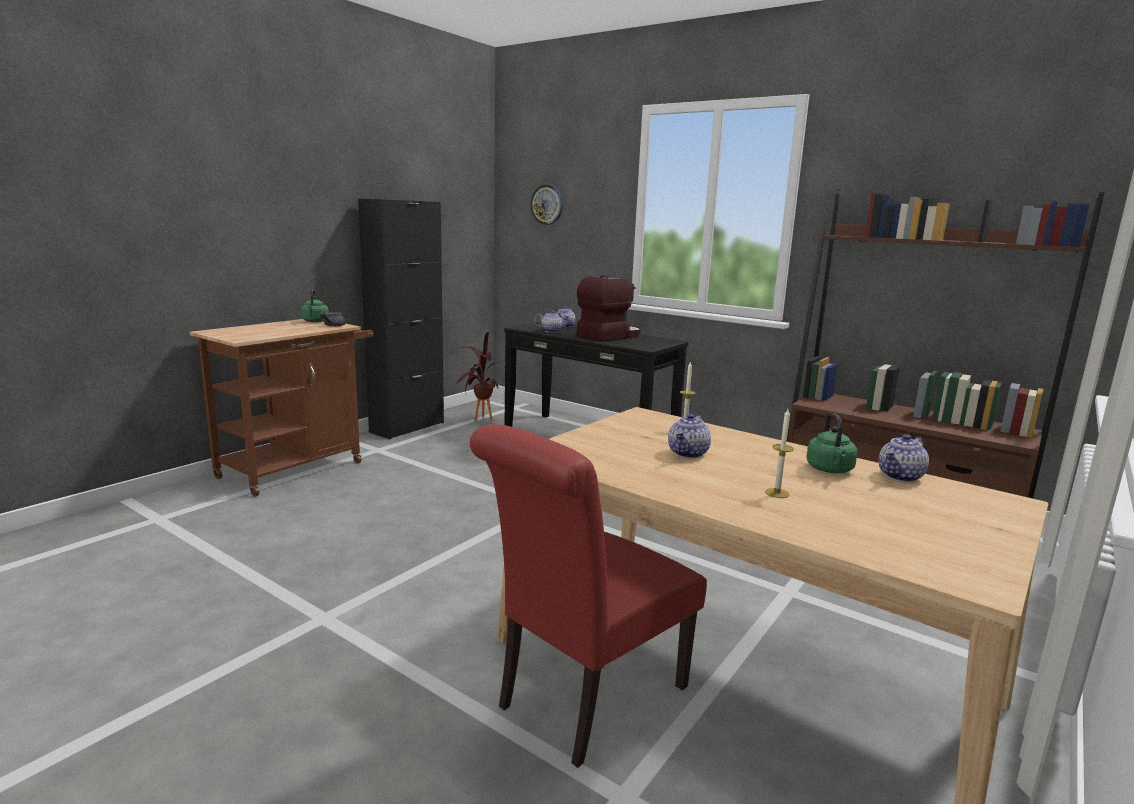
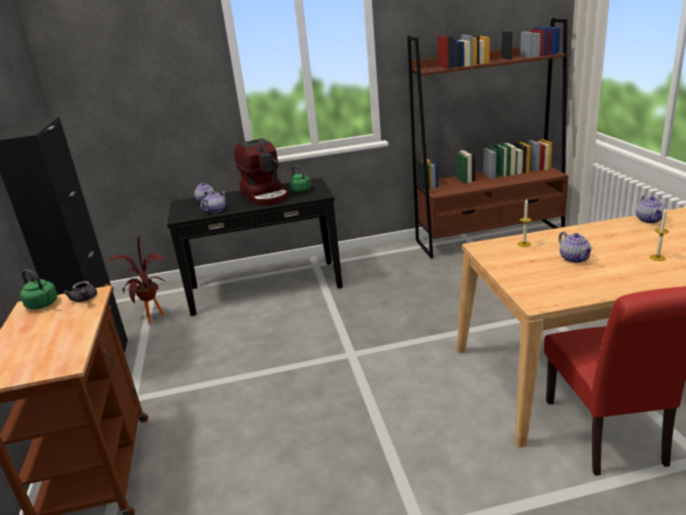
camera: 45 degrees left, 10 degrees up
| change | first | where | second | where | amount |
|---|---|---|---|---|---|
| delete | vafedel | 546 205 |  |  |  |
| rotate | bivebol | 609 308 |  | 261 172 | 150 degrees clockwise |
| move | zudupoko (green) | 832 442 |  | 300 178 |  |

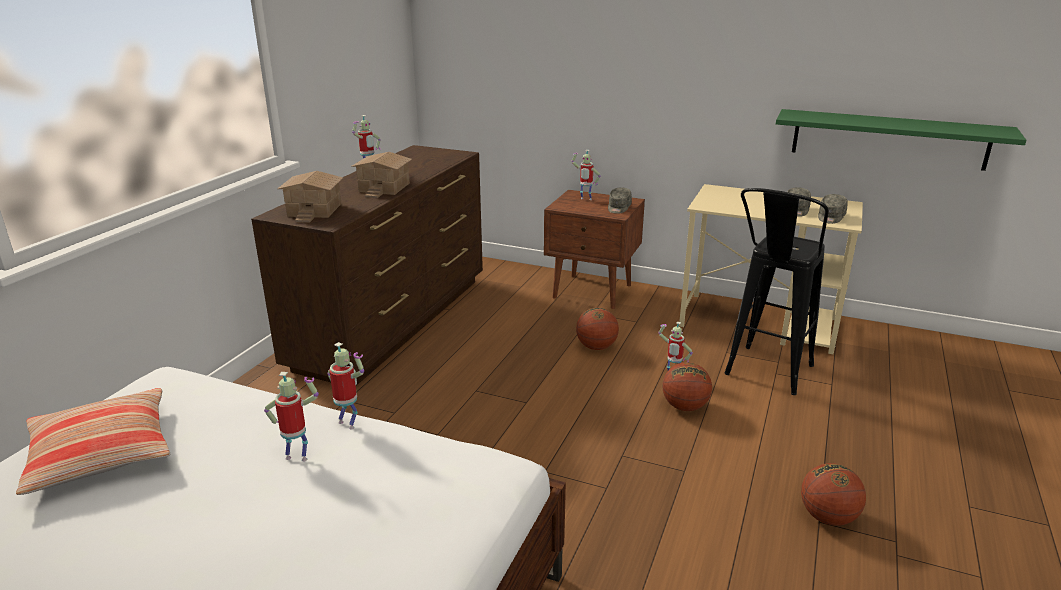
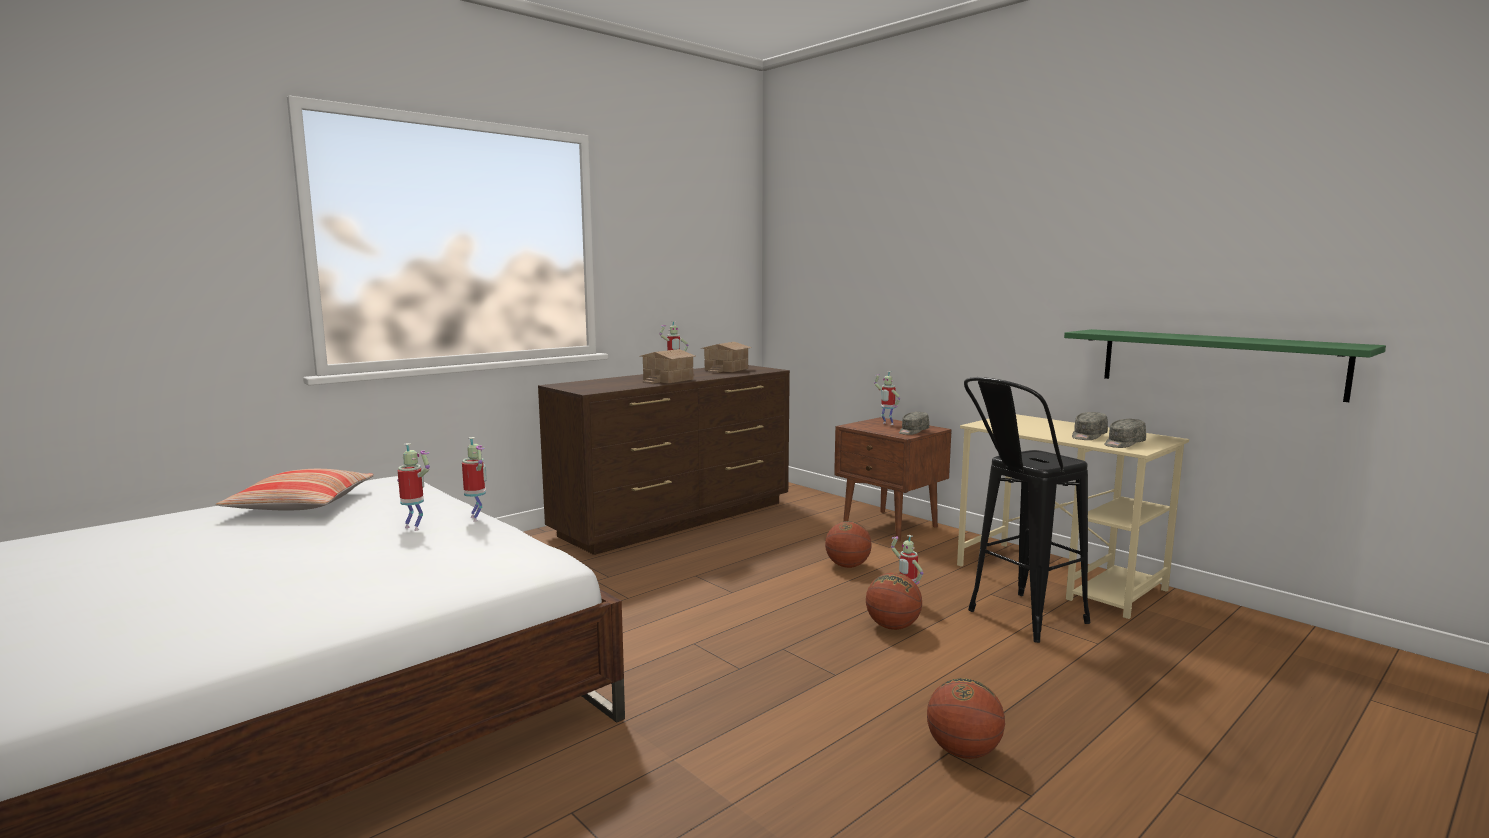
camera: 25 degrees right, 15 degrees down
| change | first | where | second | where | amount |
|---|---|---|---|---|---|
| move | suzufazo | 310 197 |  | 726 357 |  |

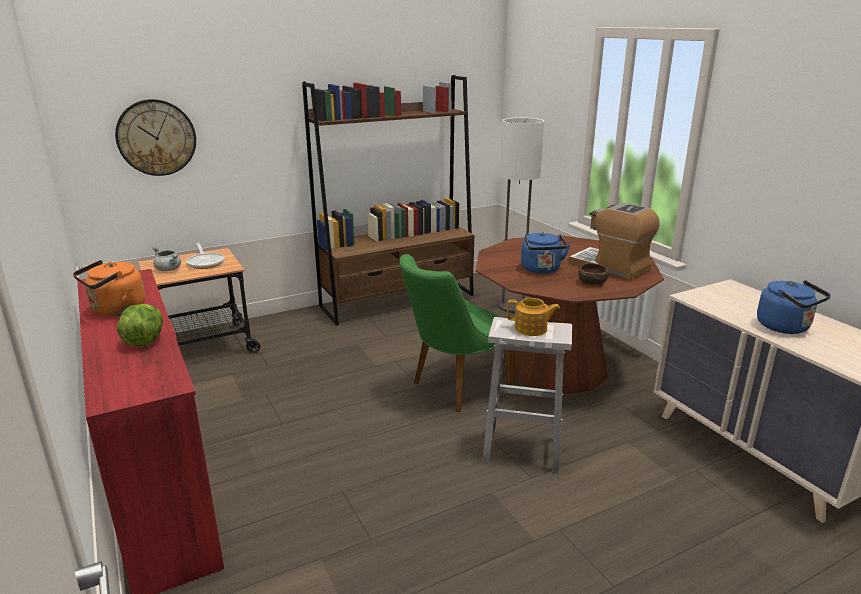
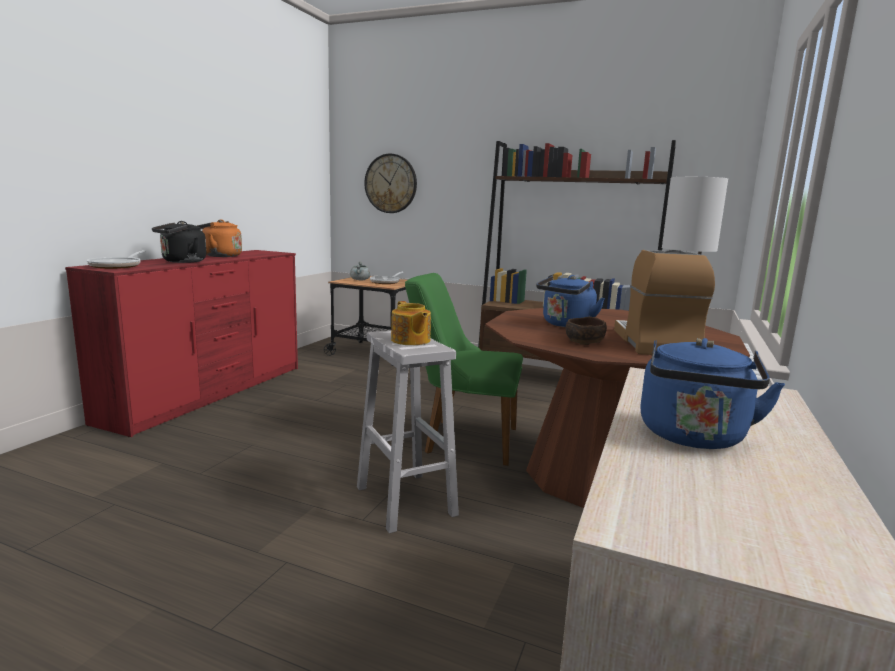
camera: 50 degrees right, 10 degrees down
| change | first | where | second | where | amount |
|---|---|---|---|---|---|
| replace | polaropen | 140 325 | zudupoko (black) | 179 242 |  |
| insert |  |  | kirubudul | 116 259 |  |

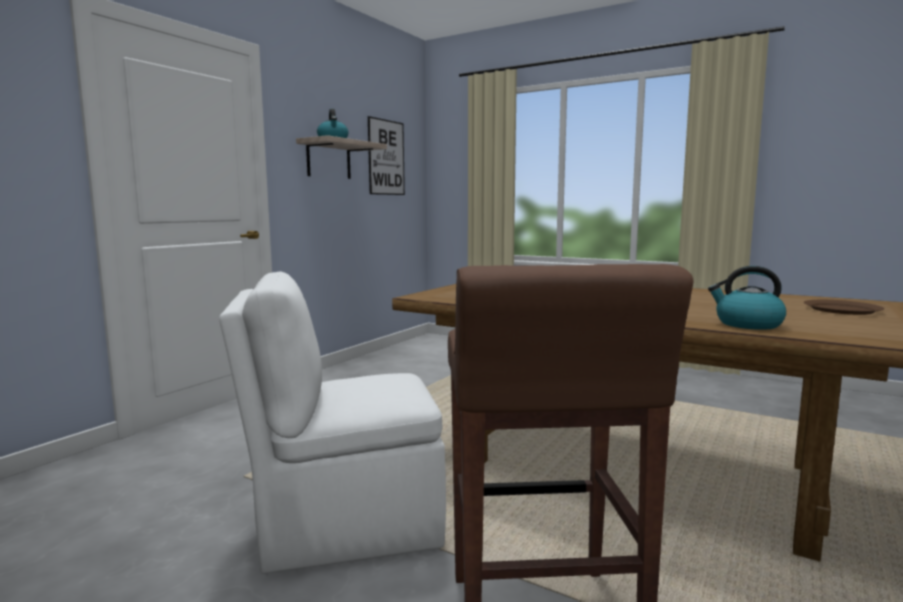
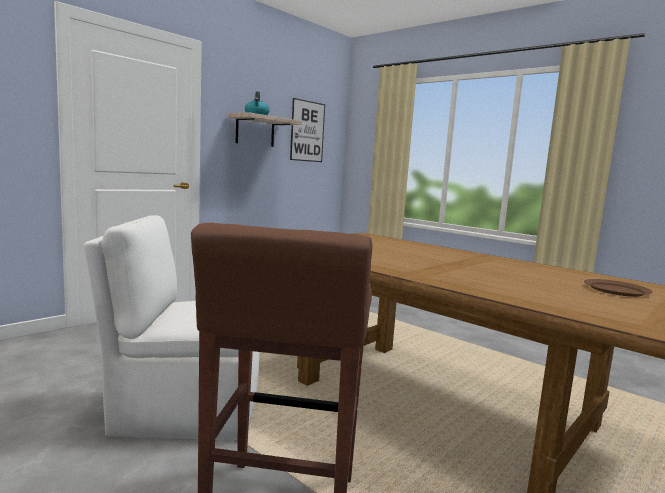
camera: 10 degrees right, 0 degrees up
| change | first | where | second | where | amount |
|---|---|---|---|---|---|
| delete | zudupoko | 747 298 |  |  |  |

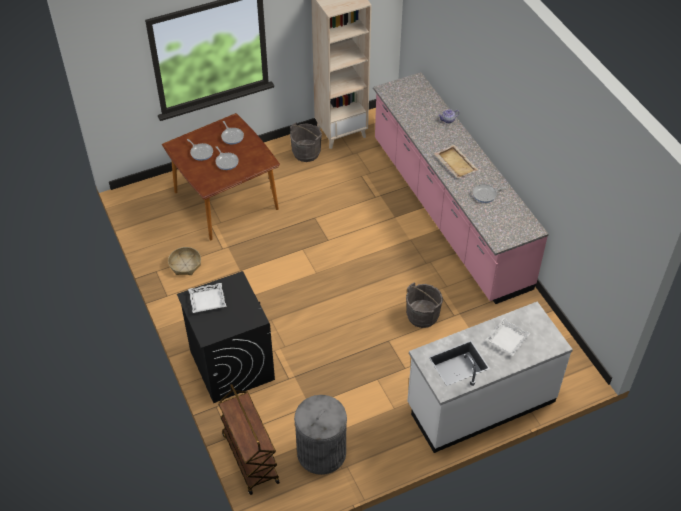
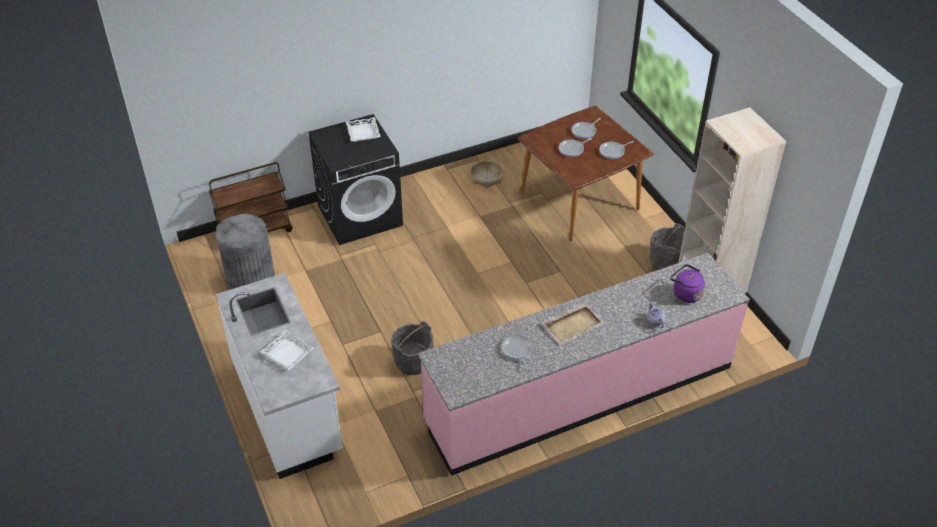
camera: 90 degrees right, 5 degrees down
| change | first | where | second | where | amount |
|---|---|---|---|---|---|
| insert |  |  | zudupoko (purple) | 687 283 |  |

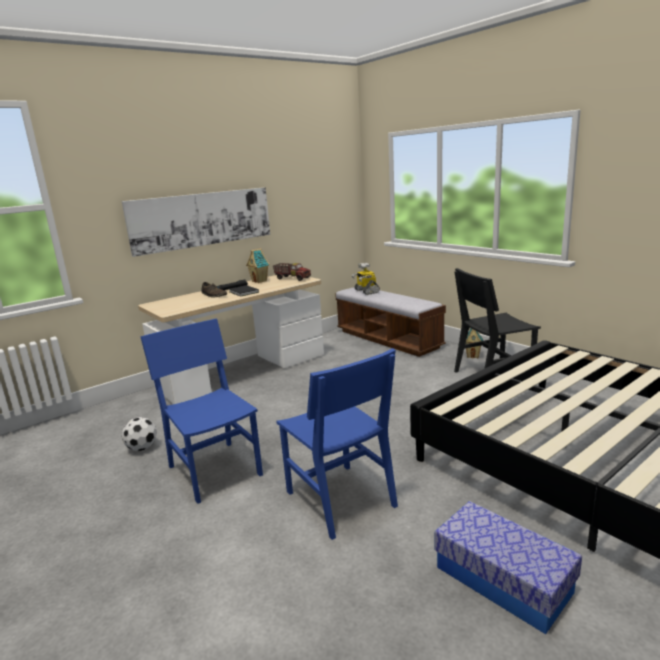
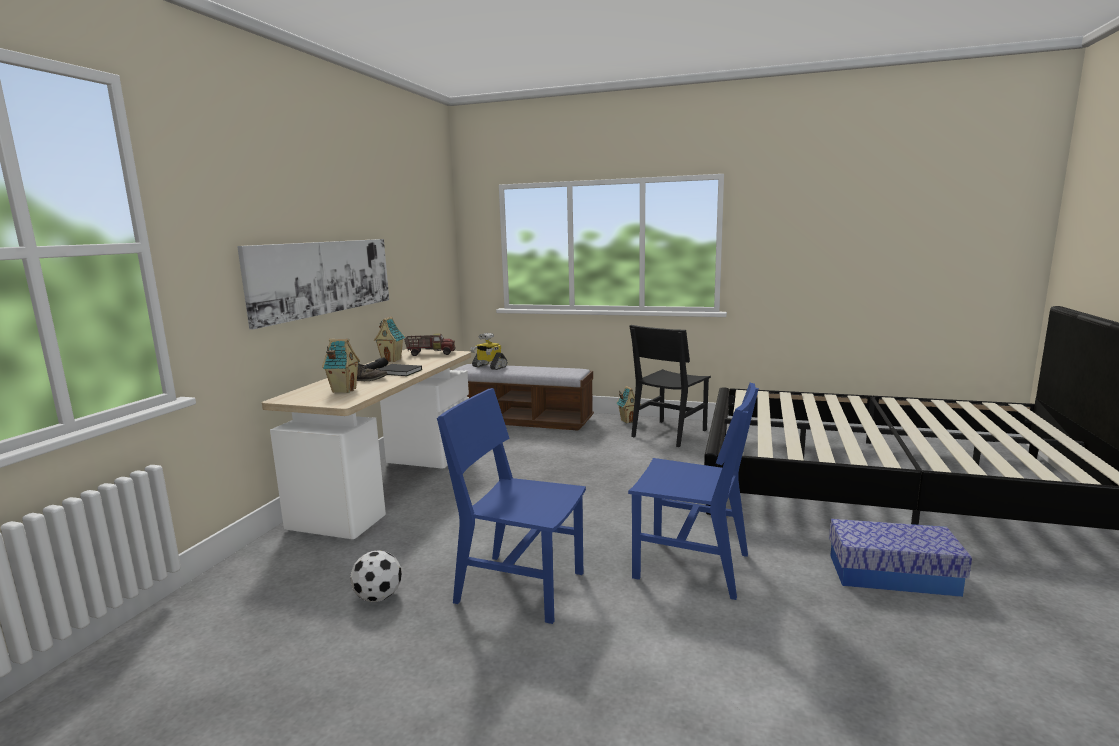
camera: 35 degrees left, 5 degrees down
| change | first | where | second | where | amount |
|---|---|---|---|---|---|
| insert |  |  | suzufazo | 341 366 |  |

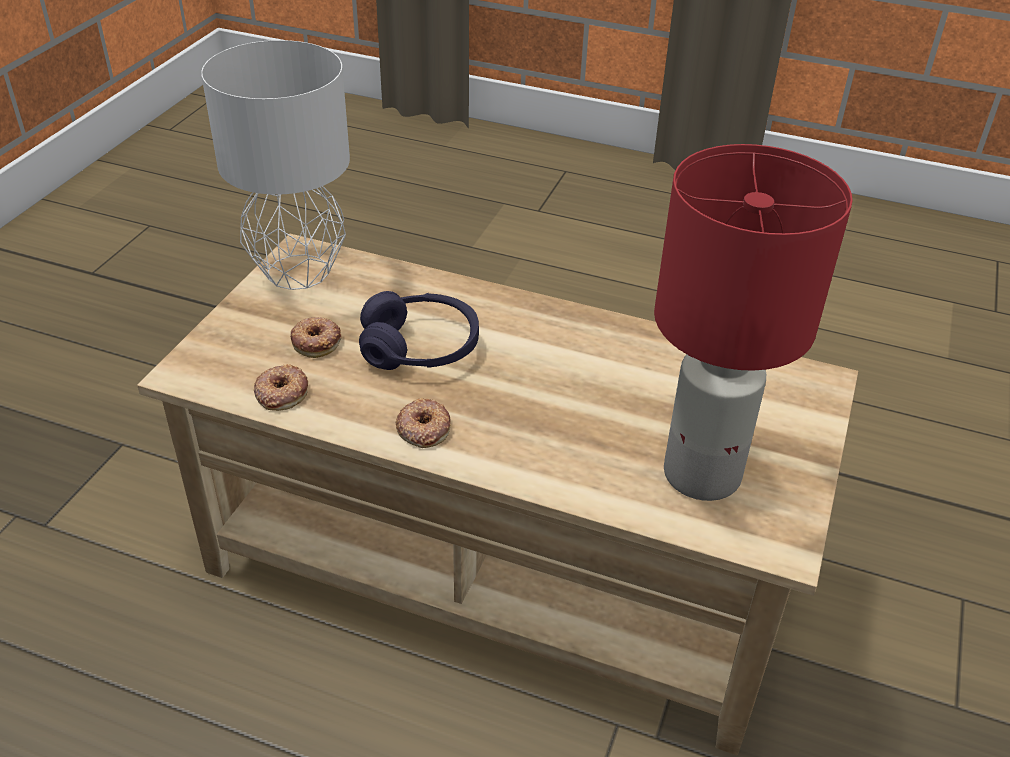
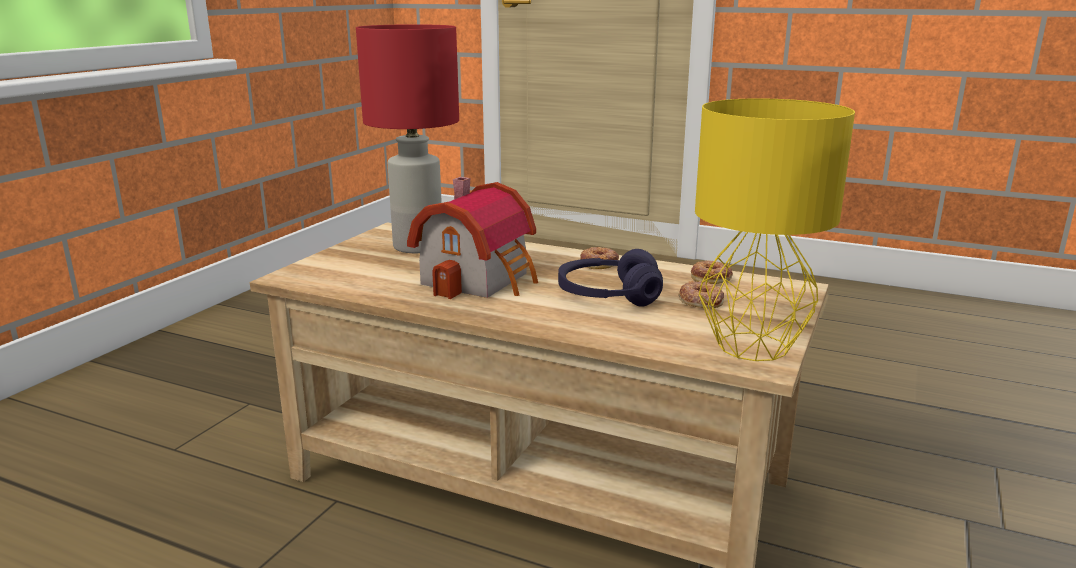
camera: 175 degrees left, 20 degrees down
| change | first | where | second | where | amount |
|---|---|---|---|---|---|
| recolor | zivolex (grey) | 275 165 | zivolex (yellow) | 775 229 |  |
| insert |  |  | suzufazo | 472 238 |  |

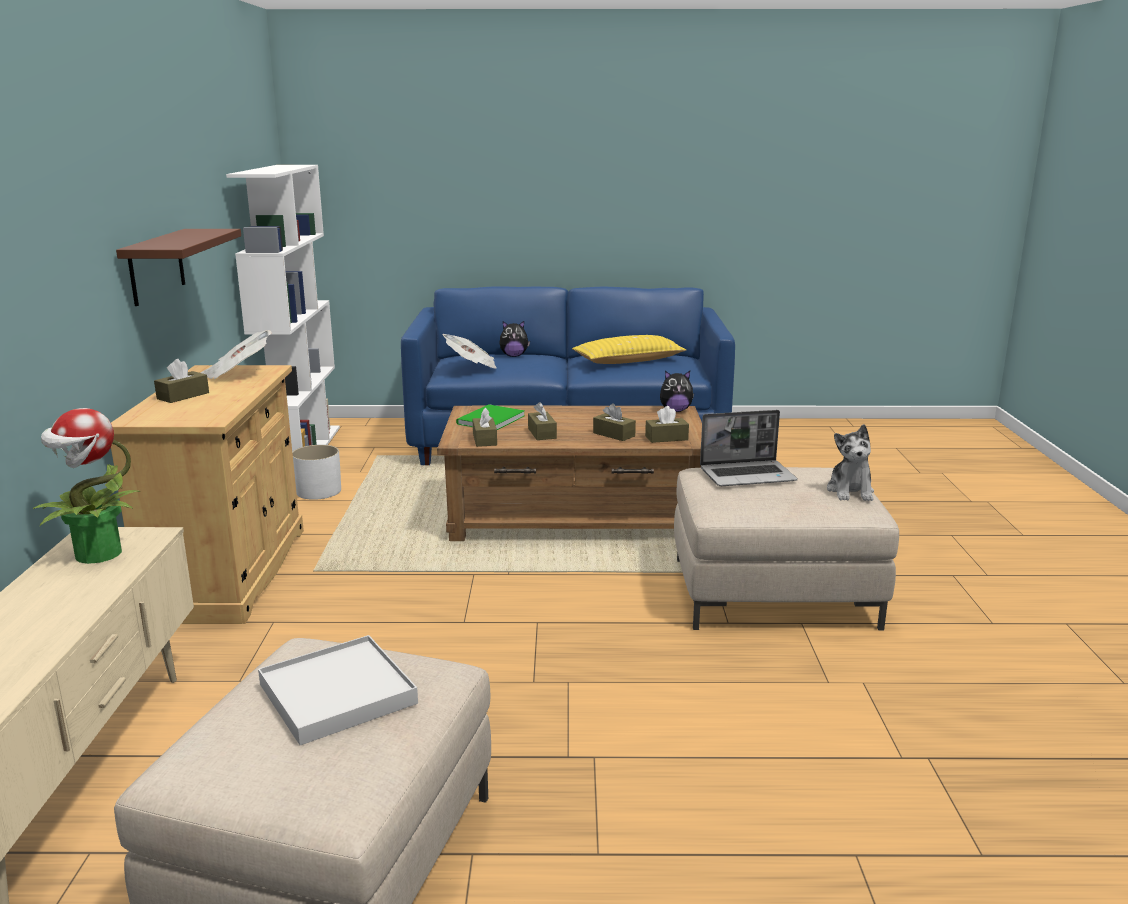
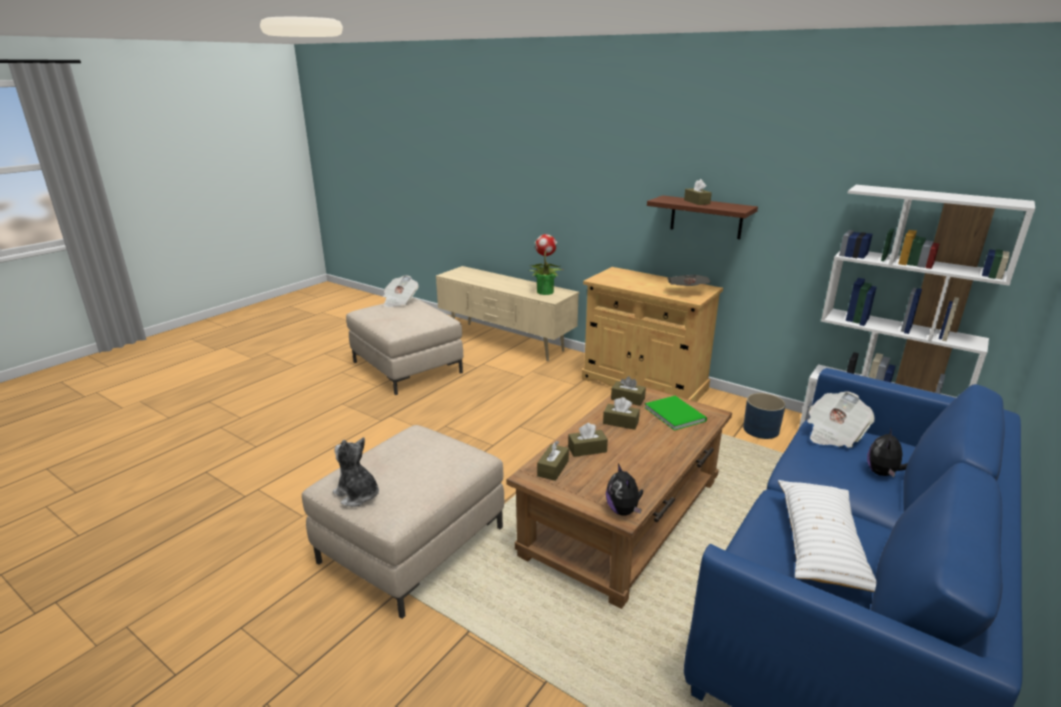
camera: 125 degrees right, 5 degrees up
| change | first | where | second | where | amount |
|---|---|---|---|---|---|
| recolor | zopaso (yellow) | 629 349 | zopaso (white) | 827 536 |  |
| move | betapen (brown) | 181 381 |  | 698 192 |  |
| rotate | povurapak | 677 391 |  | 624 489 | 45 degrees counterclockwise |
| delete | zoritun | 749 448 |  |  |  |
| recolor | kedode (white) | 316 472 | kedode (blue) | 764 416 |  |
| delete | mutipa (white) | 338 690 |  |  |  |
| insert |  |  | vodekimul | 401 291 |  |

